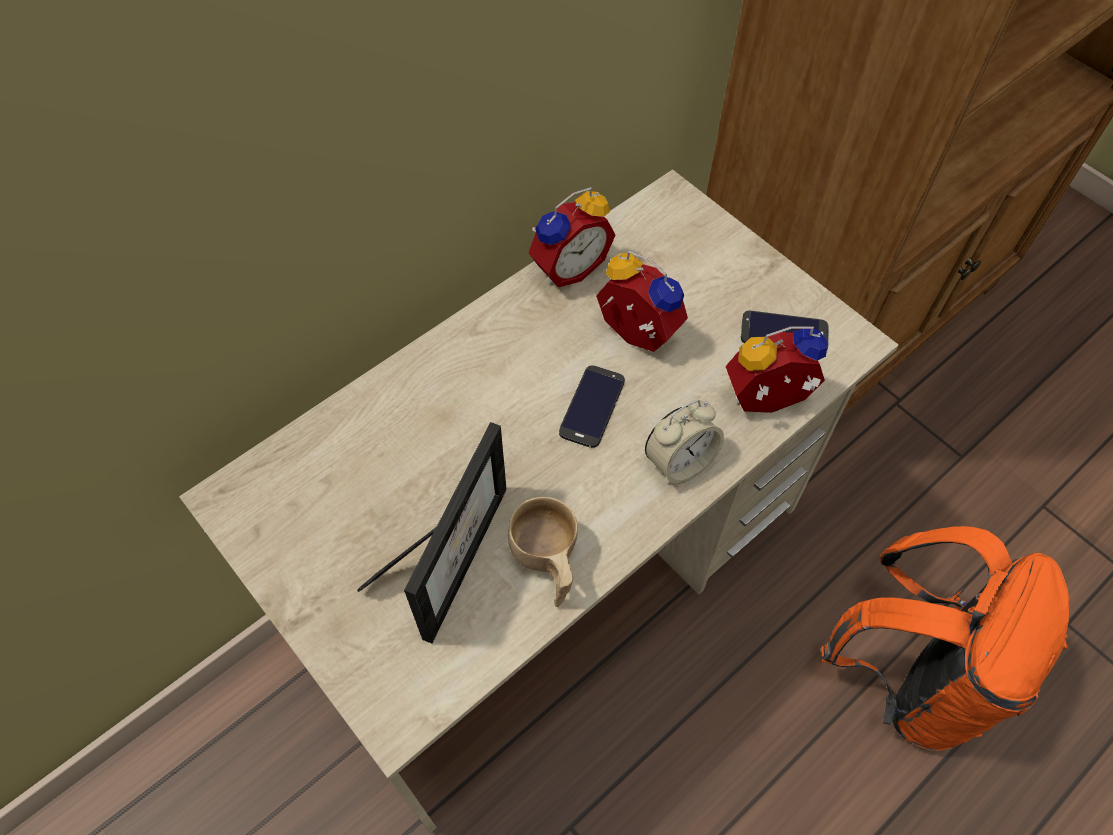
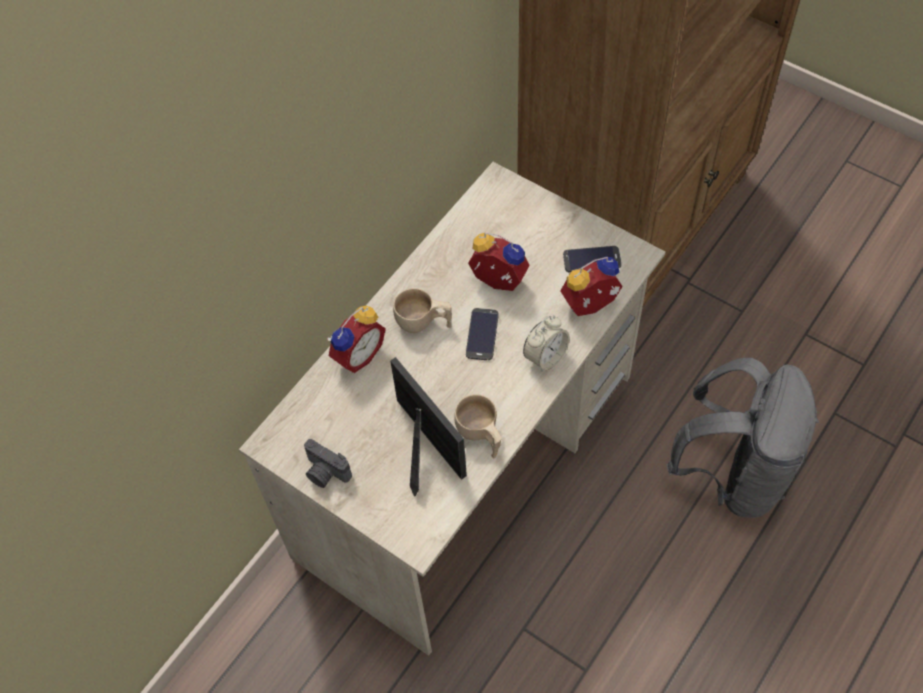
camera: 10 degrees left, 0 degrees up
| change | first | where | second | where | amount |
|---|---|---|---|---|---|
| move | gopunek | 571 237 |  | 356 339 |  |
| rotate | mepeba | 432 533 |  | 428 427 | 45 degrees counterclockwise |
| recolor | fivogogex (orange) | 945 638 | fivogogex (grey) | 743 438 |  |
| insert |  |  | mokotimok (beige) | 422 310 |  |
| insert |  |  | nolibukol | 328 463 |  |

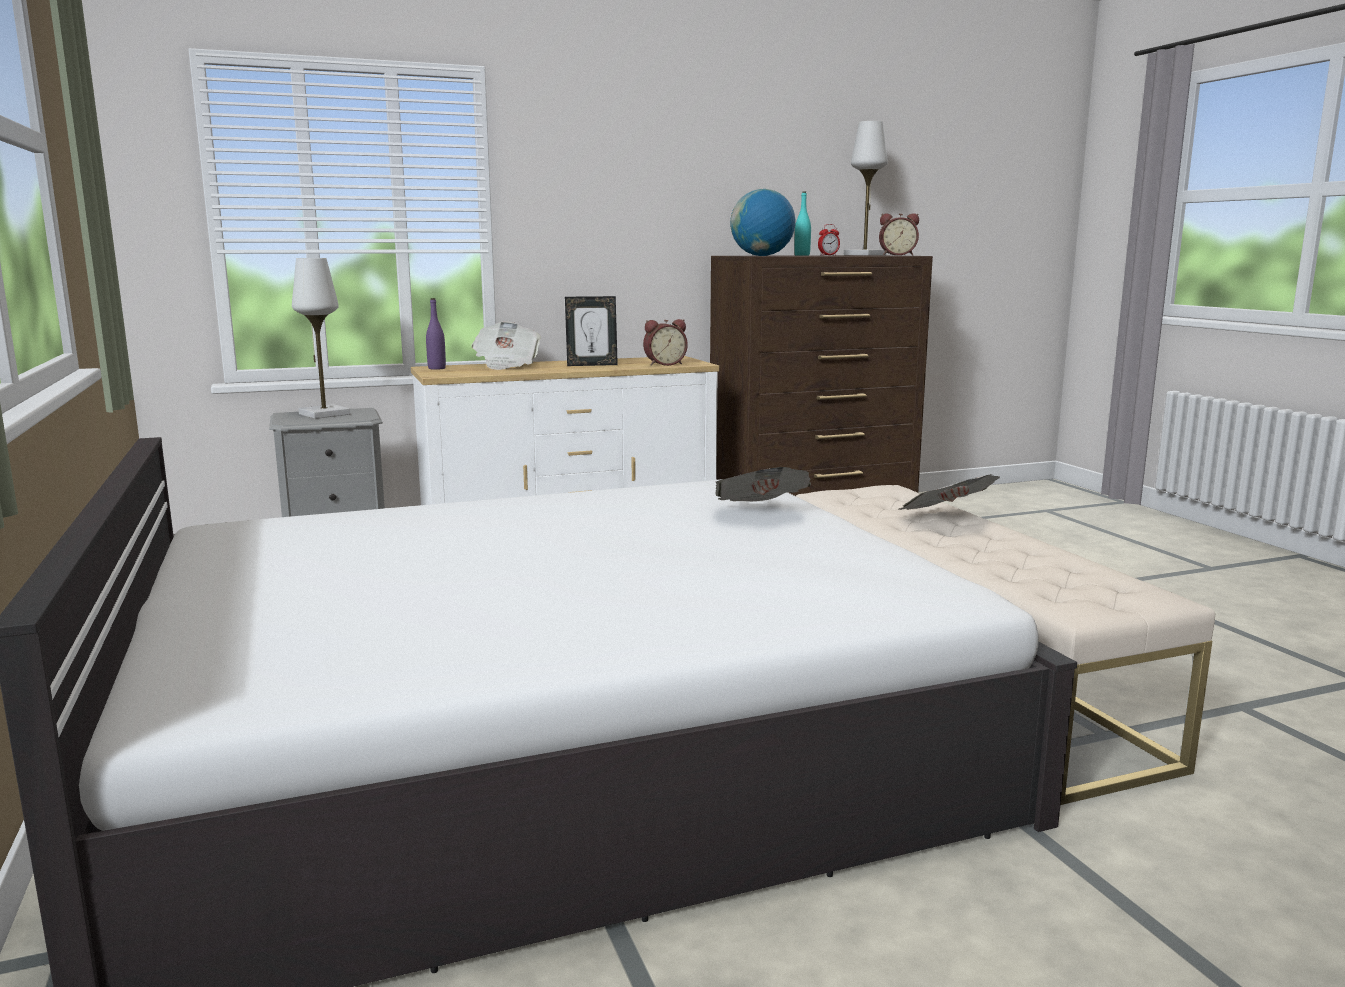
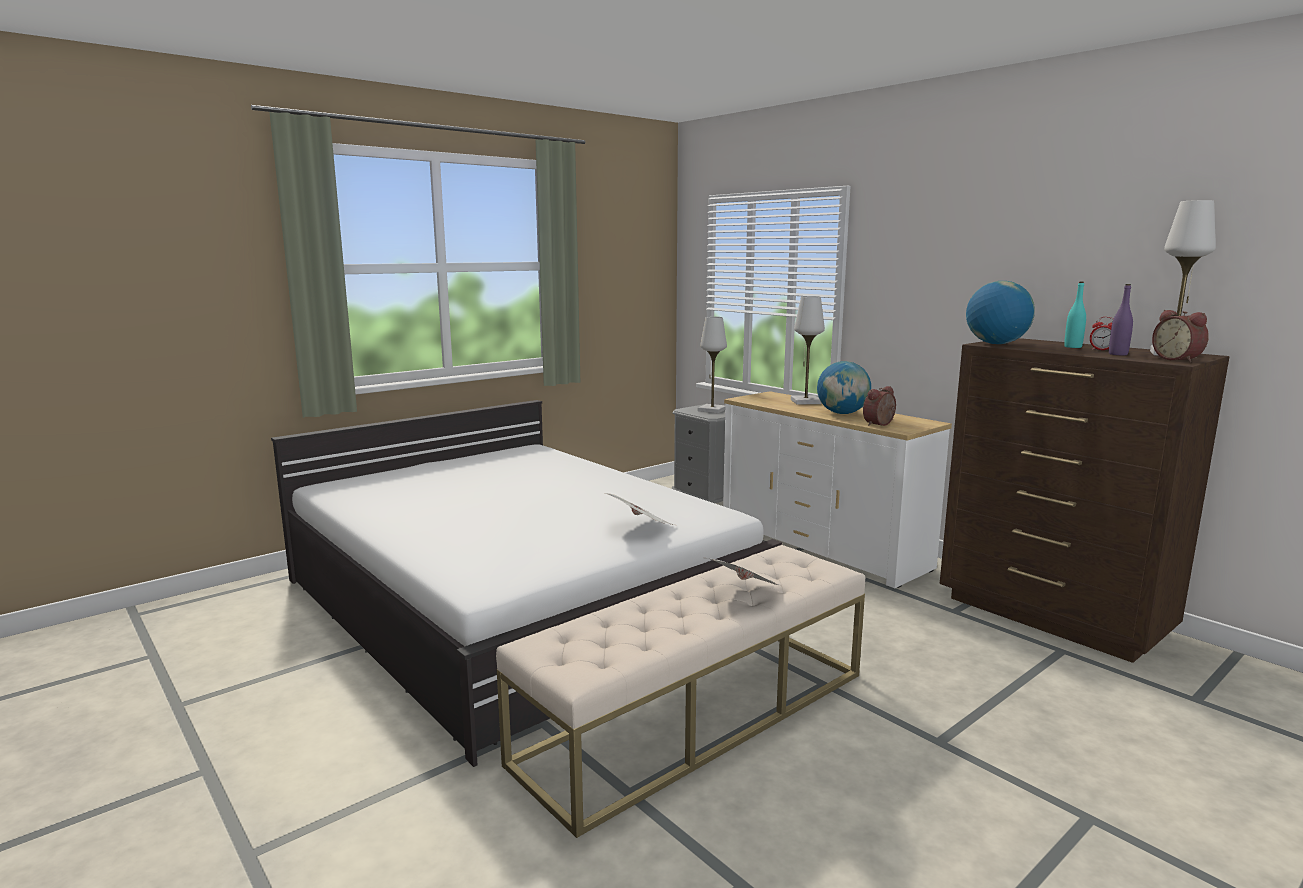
camera: 70 degrees right, 0 degrees up
| change | first | where | second | where | amount |
|---|---|---|---|---|---|
| replace | mepeba | 591 331 | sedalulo | 844 387 |  |
| move | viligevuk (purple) | 436 334 |  | 1121 319 |  |
| rotate | gopunek | 665 342 |  | 879 406 | 90 degrees clockwise |
| replace | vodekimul | 506 345 | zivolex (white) | 808 350 |  |

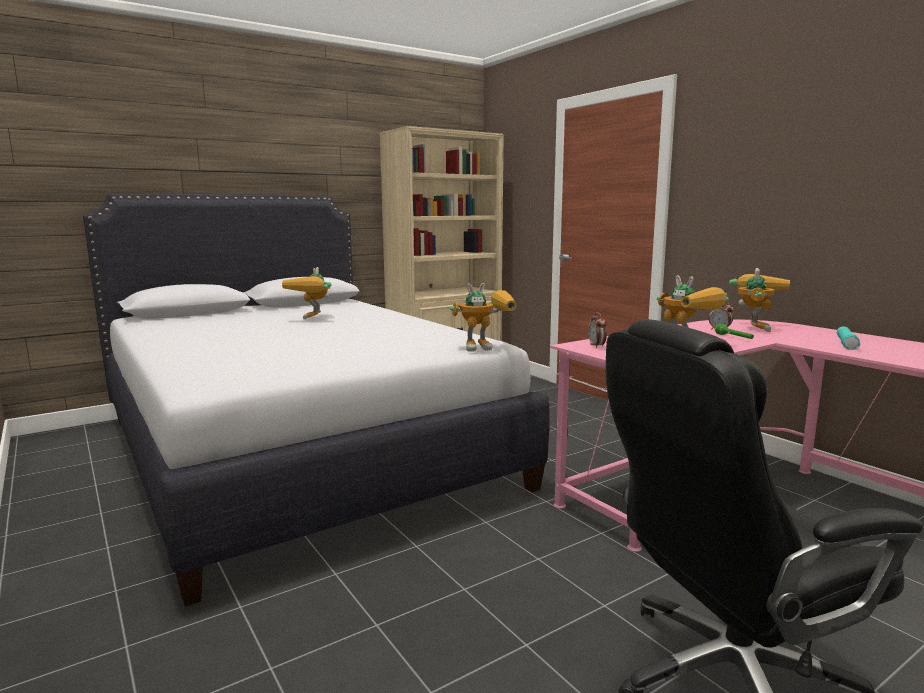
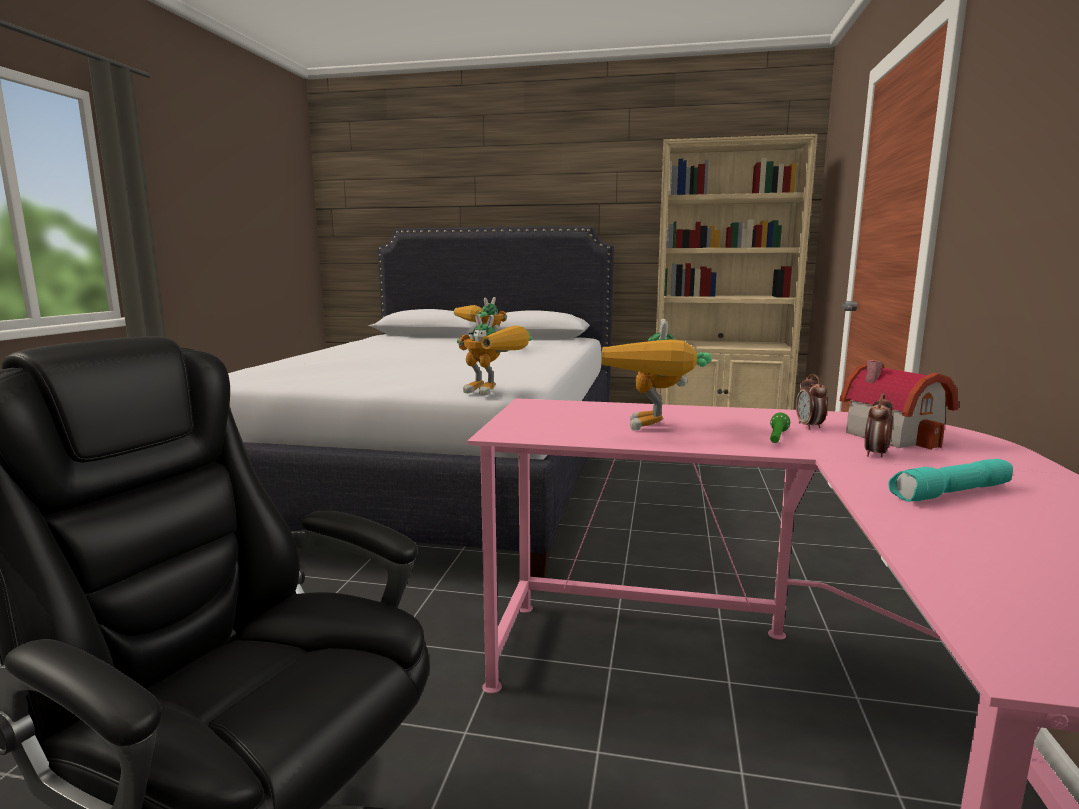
camera: 45 degrees right, 0 degrees up
| change | first | where | second | where | amount |
|---|---|---|---|---|---|
| replace | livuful | 759 300 | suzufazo | 899 404 |  |
| move | gopunek | 597 330 |  | 878 425 |  |

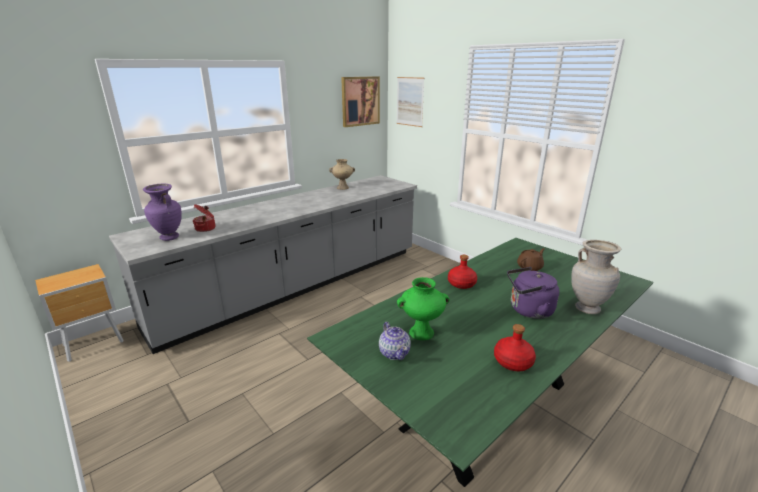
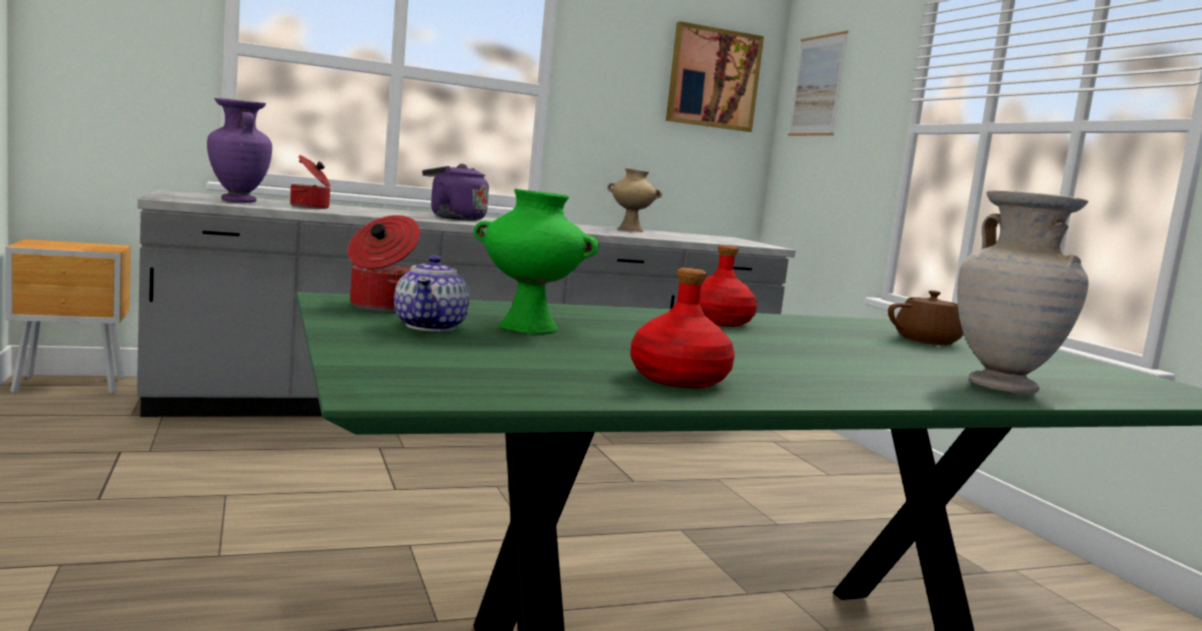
camera: 20 degrees right, 15 degrees down
| change | first | where | second | where | amount |
|---|---|---|---|---|---|
| move | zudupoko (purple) | 533 293 |  | 455 192 |  |
| insert |  |  | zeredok | 384 263 |  |

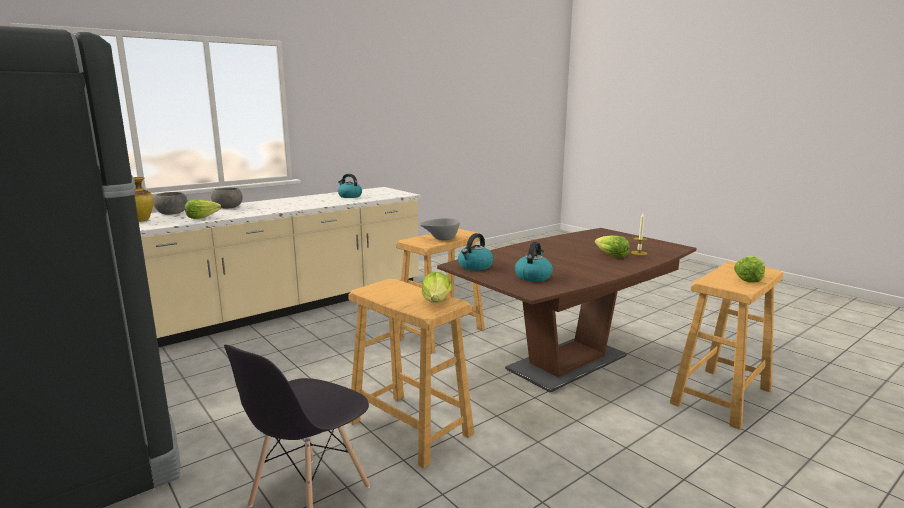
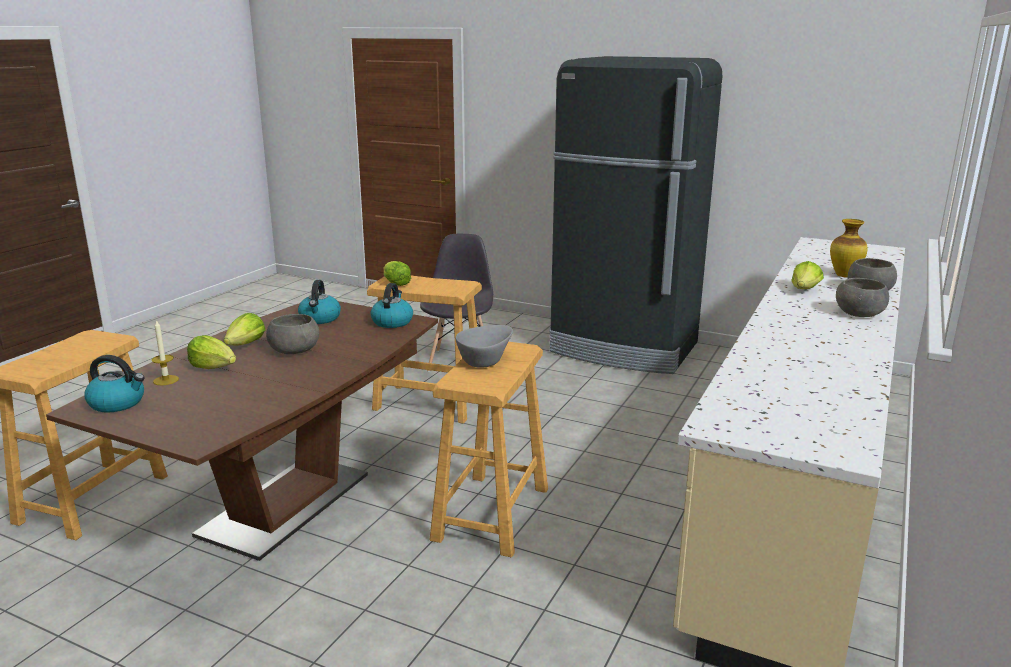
camera: 155 degrees right, 5 degrees up
| change | first | where | second | where | amount |
|---|---|---|---|---|---|
| move | zudupoko | 350 186 |  | 114 383 |  |
| move | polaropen | 749 269 |  | 244 329 |  |
| insert |  |  | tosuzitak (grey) | 292 334 |  |

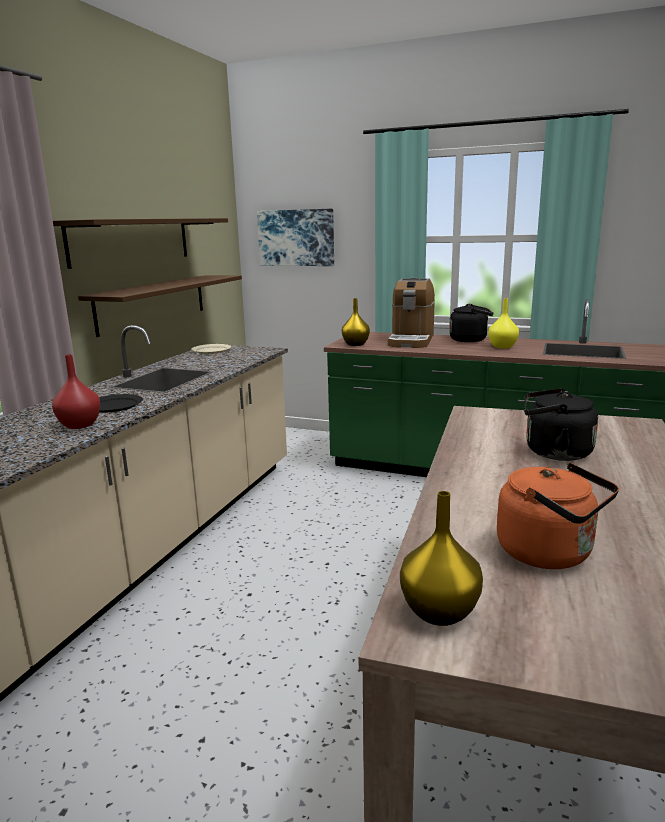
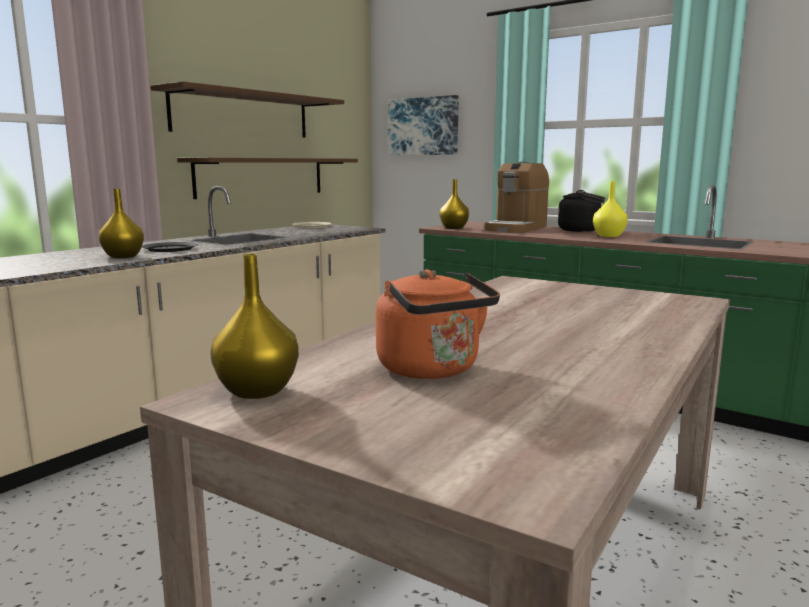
camera: 15 degrees right, 5 degrees down
| change | first | where | second | where | amount |
|---|---|---|---|---|---|
| recolor | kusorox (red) | 76 391 | kusorox (yellow) | 121 223 |  |
| delete | zudupoko (black) | 561 424 |  |  |  |

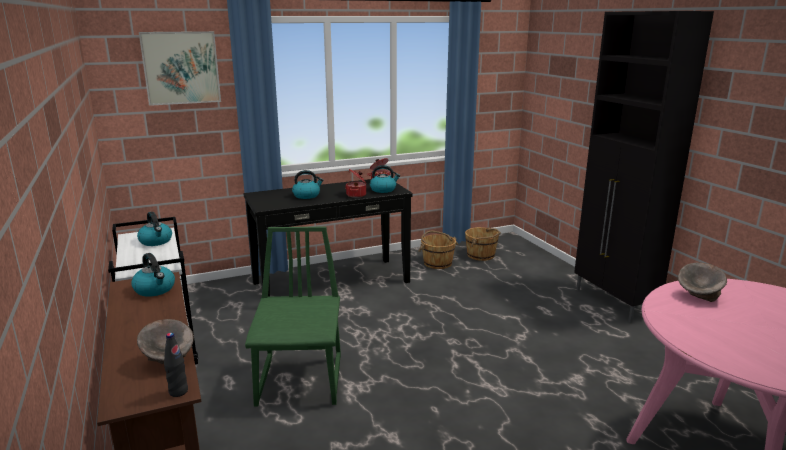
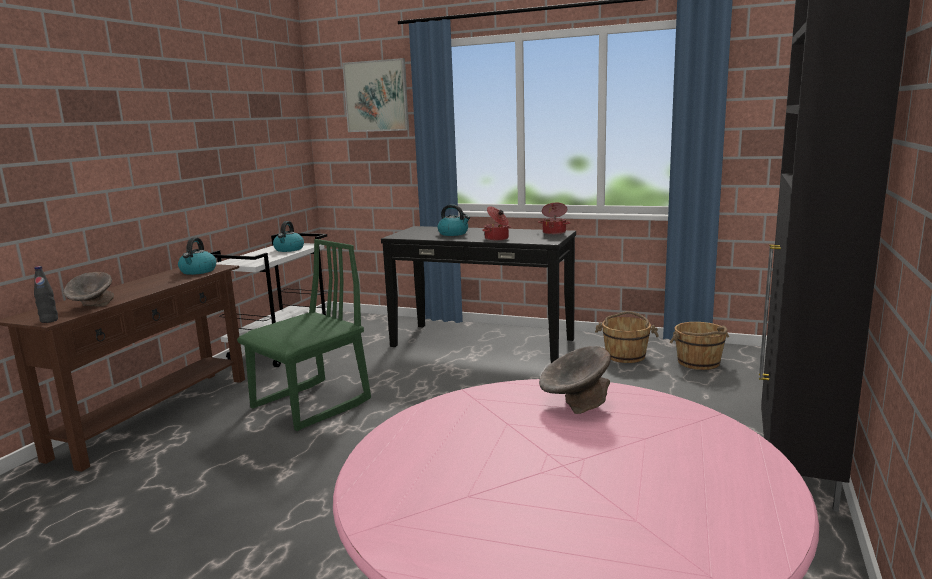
camera: 45 degrees right, 5 degrees down
| change | first | where | second | where | amount |
|---|---|---|---|---|---|
| delete | zudupoko | 385 179 |  |  |  |

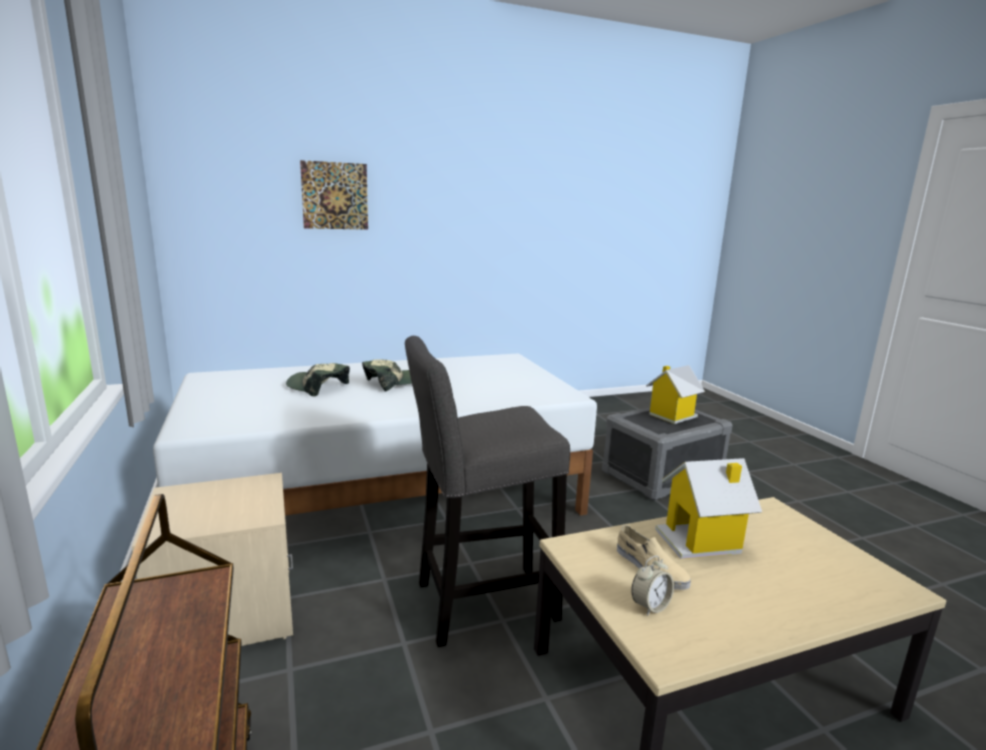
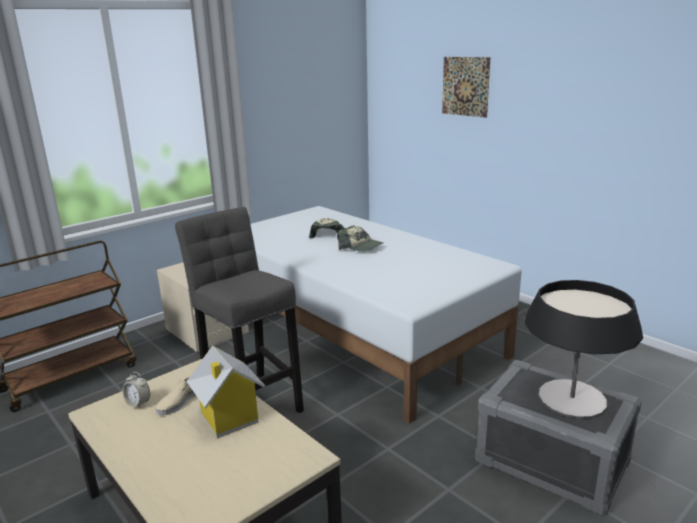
camera: 70 degrees right, 5 degrees up
| change | first | where | second | where | amount |
|---|---|---|---|---|---|
| replace | suzufazo | 675 394 | zivolex | 583 349 |  |

